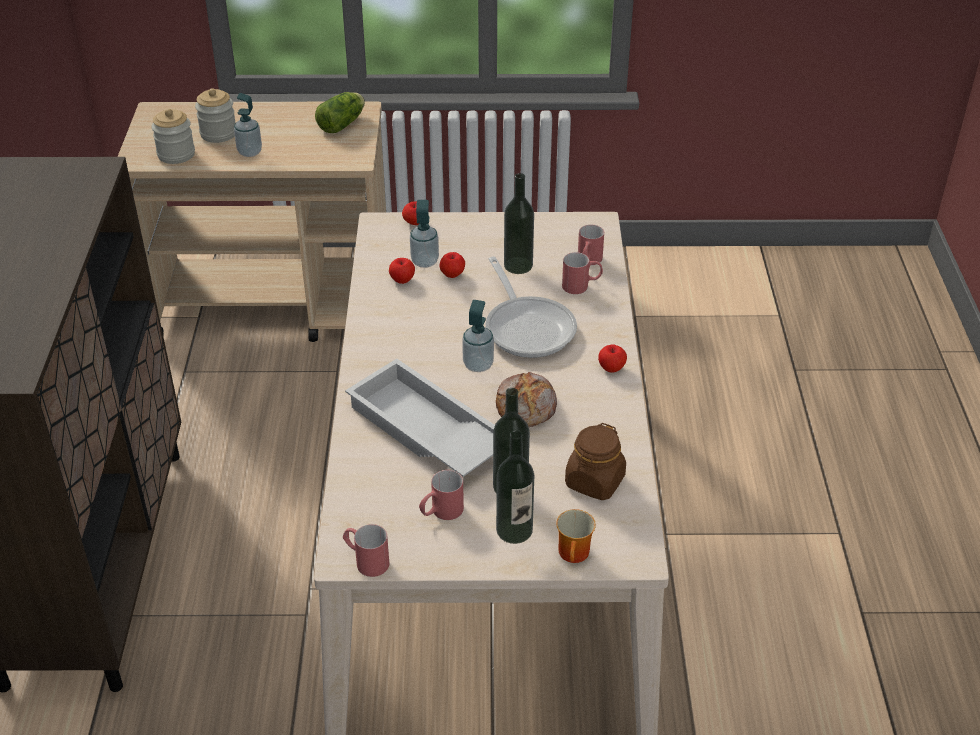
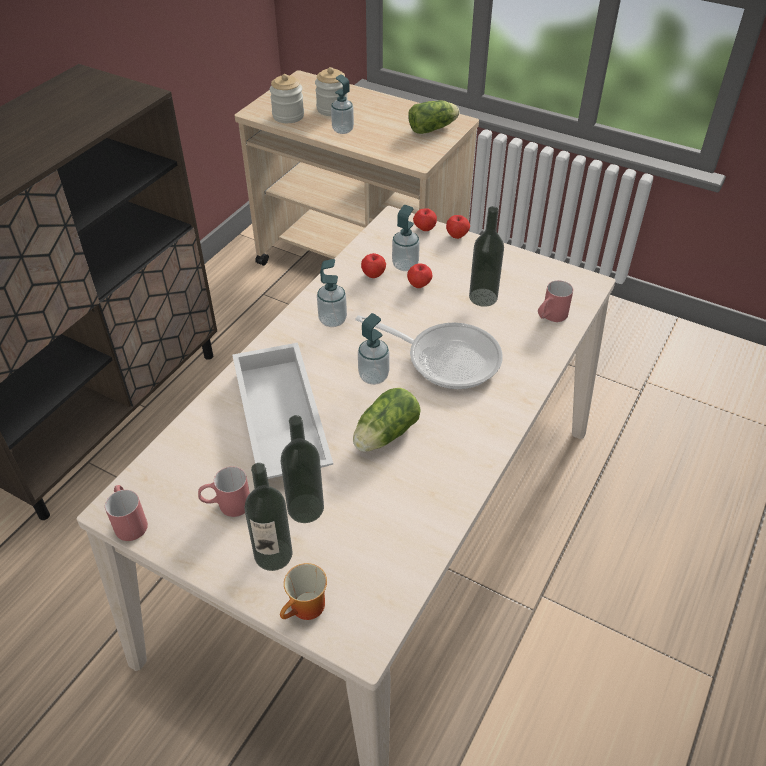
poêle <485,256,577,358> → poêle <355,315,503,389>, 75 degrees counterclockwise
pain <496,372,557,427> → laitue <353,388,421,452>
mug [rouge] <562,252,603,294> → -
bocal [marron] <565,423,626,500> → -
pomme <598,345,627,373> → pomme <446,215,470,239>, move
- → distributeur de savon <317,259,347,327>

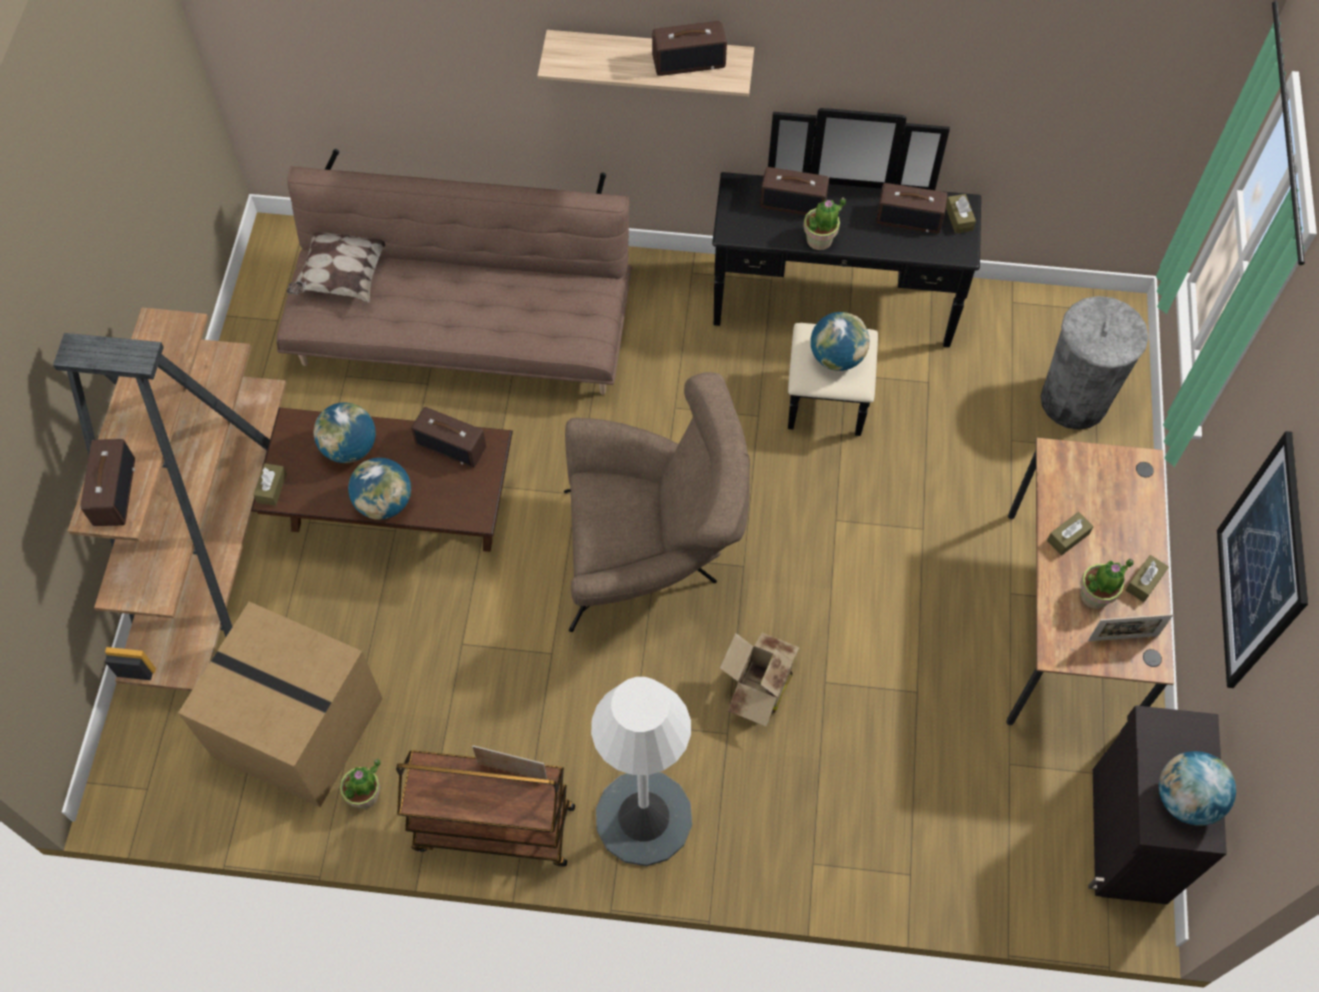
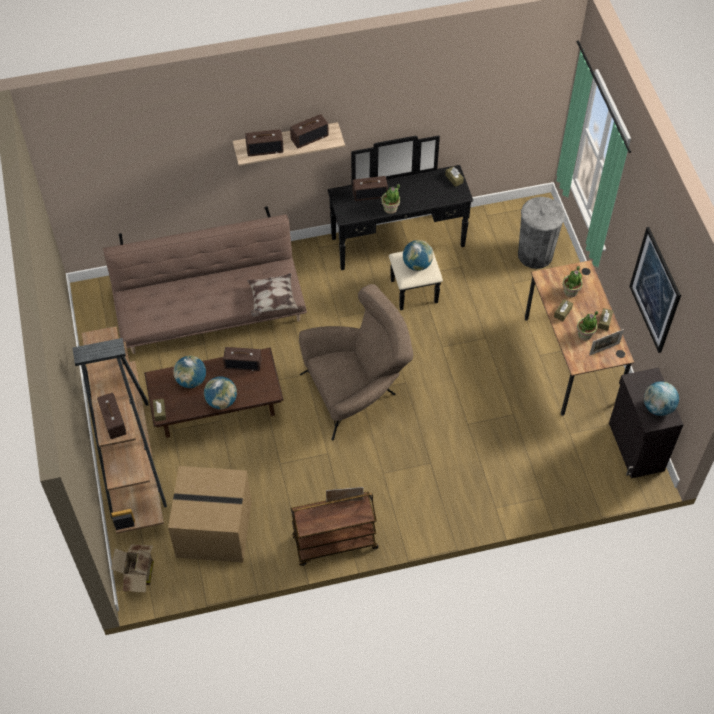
coussin <287,232,386,303> → coussin <247,273,298,317>, move
plante en pot <340,759,380,809> → plante en pot <563,266,583,297>, move
lampadaire [blanc] <591,677,692,866> → -
carton <720,633,800,726> → carton <111,544,154,592>, move
radio <876,183,947,233> → radio <245,129,284,156>, move

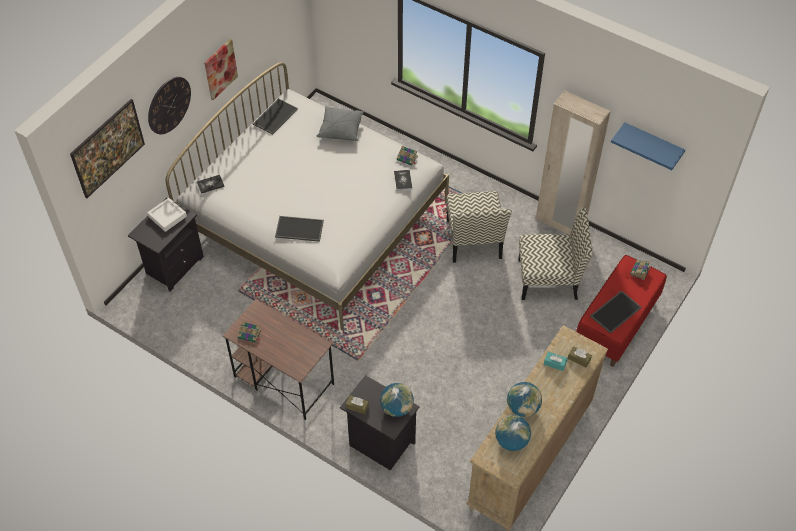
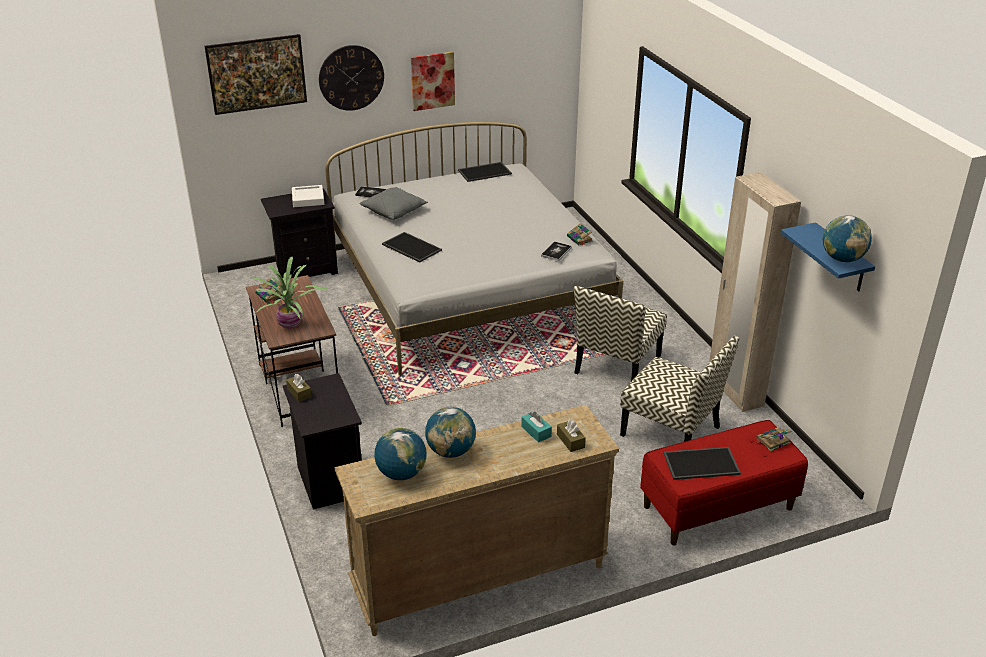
coussin [gris] <317,106,364,141> → coussin [gris] <359,187,428,220>, move
globe <380,383,414,417> → globe <823,215,872,262>, move
- → plante en pot <254,257,330,329>

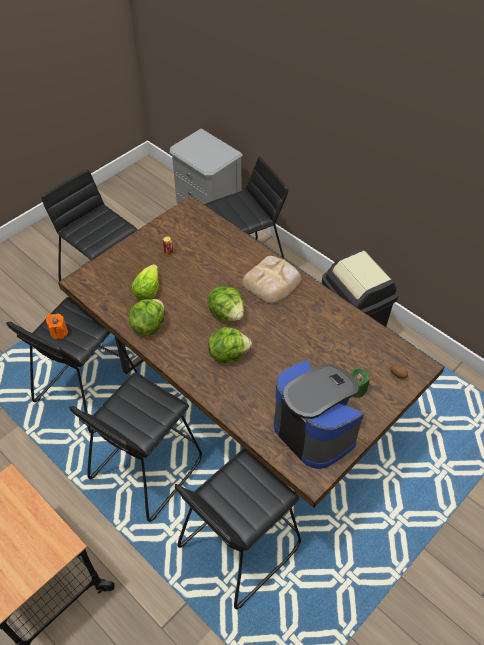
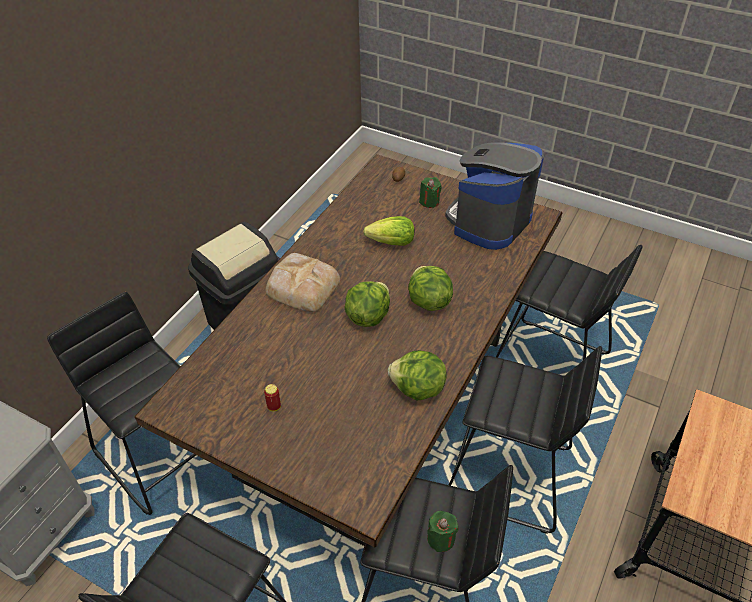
bougie [orange] <46,314,68,340> → bougie [vert] <427,511,459,552>
laitue <131,264,159,300> → laitue <363,216,414,246>, move

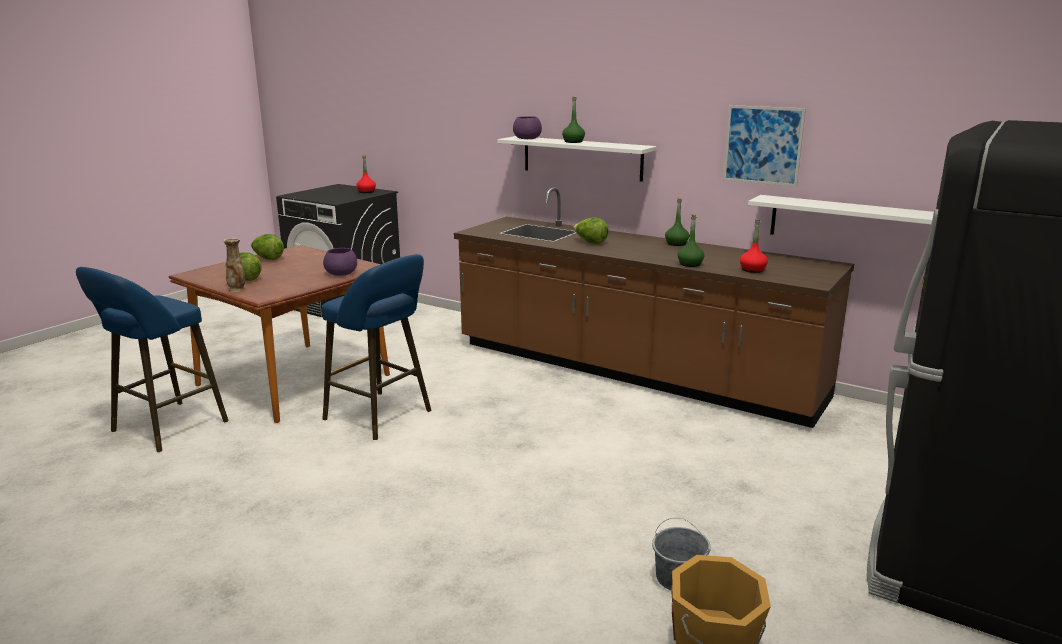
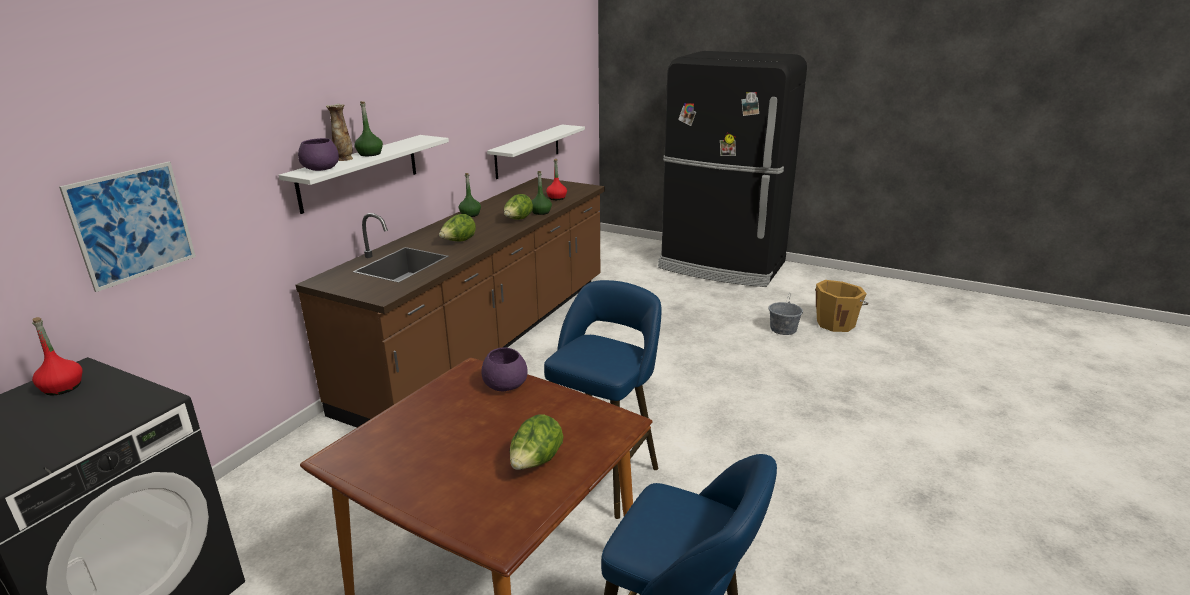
vase <223,238,245,292> → vase <326,104,353,161>, move
laitue <251,234,284,260> → laitue <504,194,533,220>, move
tableau <723,105,806,187> → tableau <59,162,196,292>, move

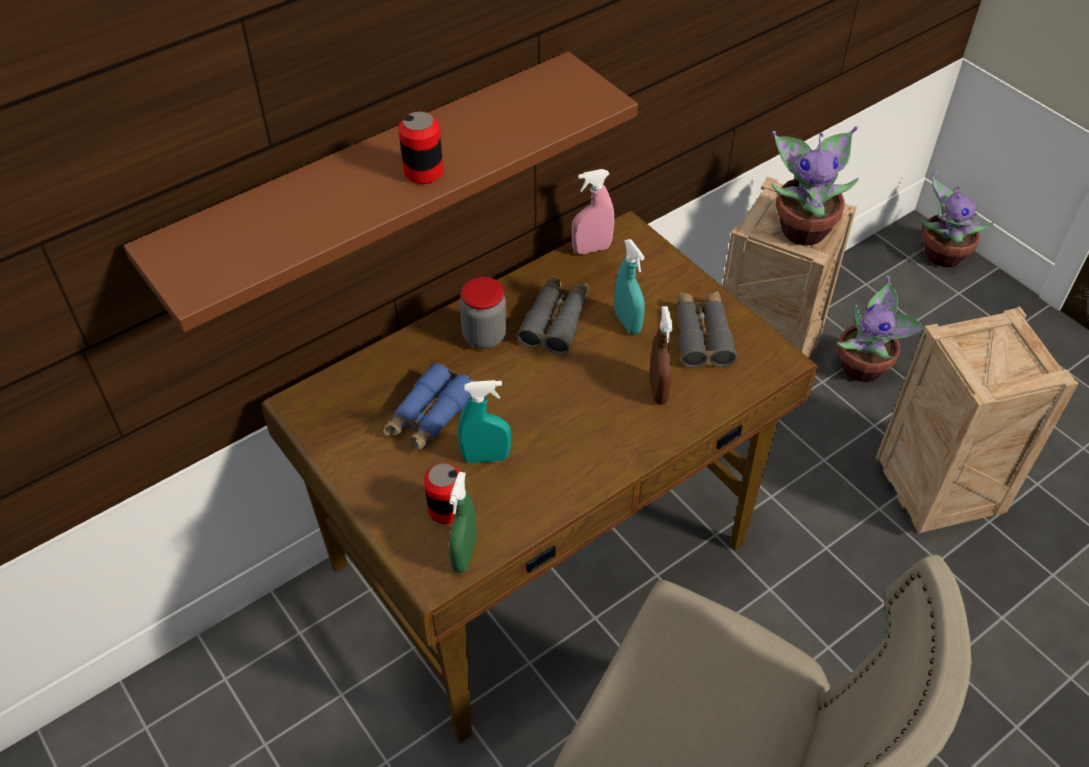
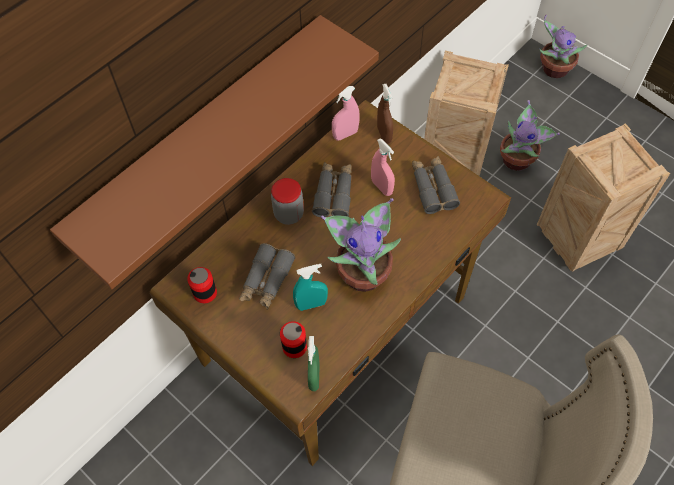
jumelles [bleu] <382,363,474,452> → jumelles [gris] <239,243,295,310>
boîte métallique <399,112,443,184> → boîte métallique <187,267,217,304>, move
vaporisateur [turquoise] <614,239,645,335> → vaporisateur [rose] <371,139,395,196>
vaporisateur [marron] <649,306,673,405> → vaporisateur [marron] <377,84,393,144>, move
plante en pot <771,126,859,246> → plante en pot <321,198,401,292>, move

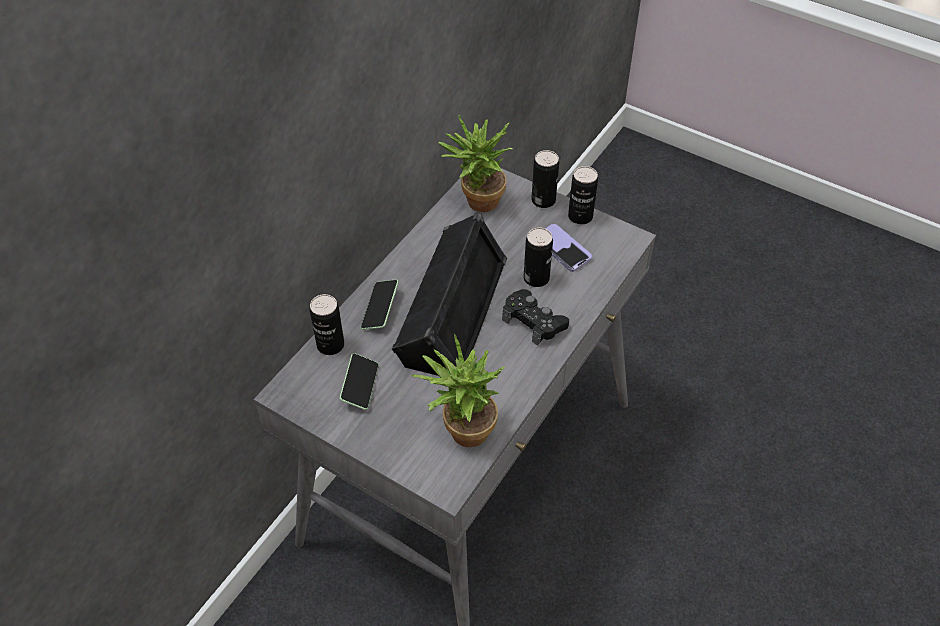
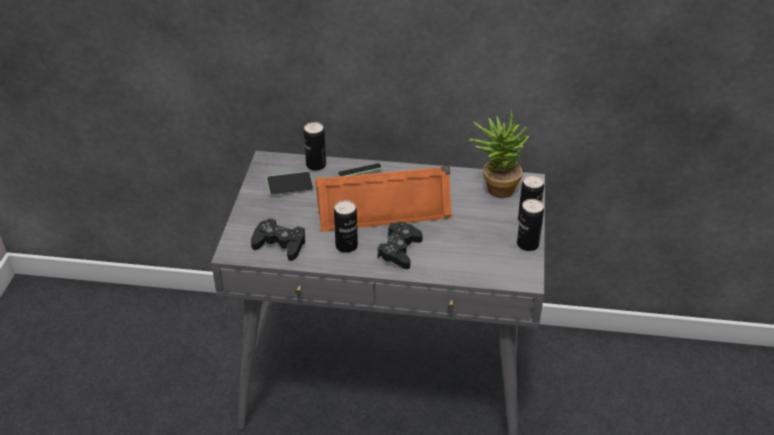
enceinte [noir] <392,211,507,376> → enceinte [orange] <315,166,452,232>
plante en pot <411,334,505,447> → manette [noir] <251,218,305,261>
boîte métallique <524,227,553,287> → boîte métallique <334,200,358,253>, move
téléphone <545,224,592,272> → -

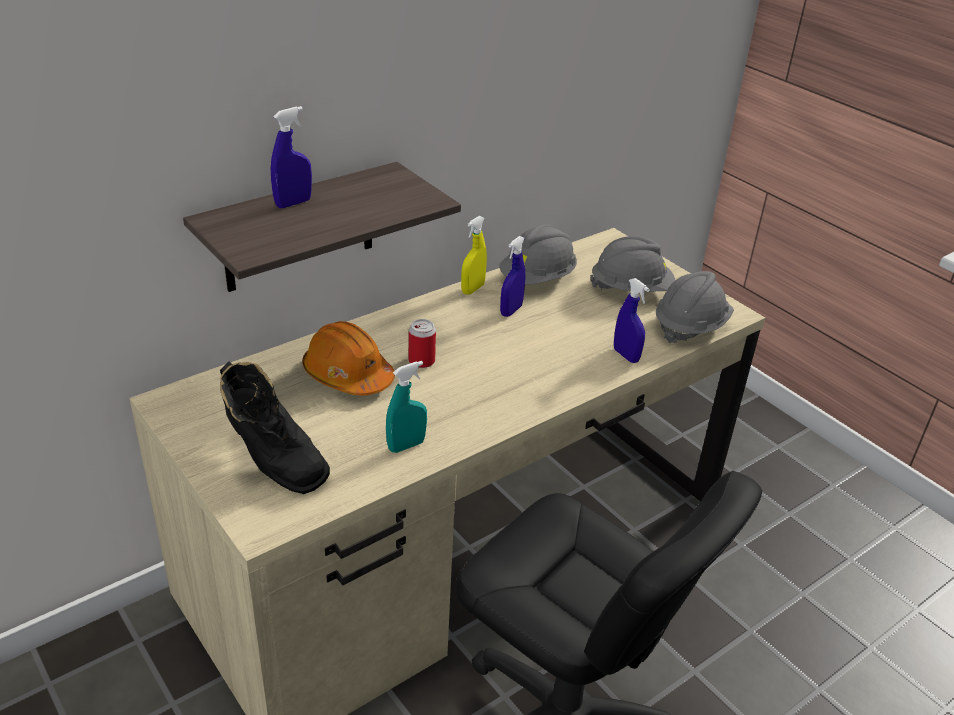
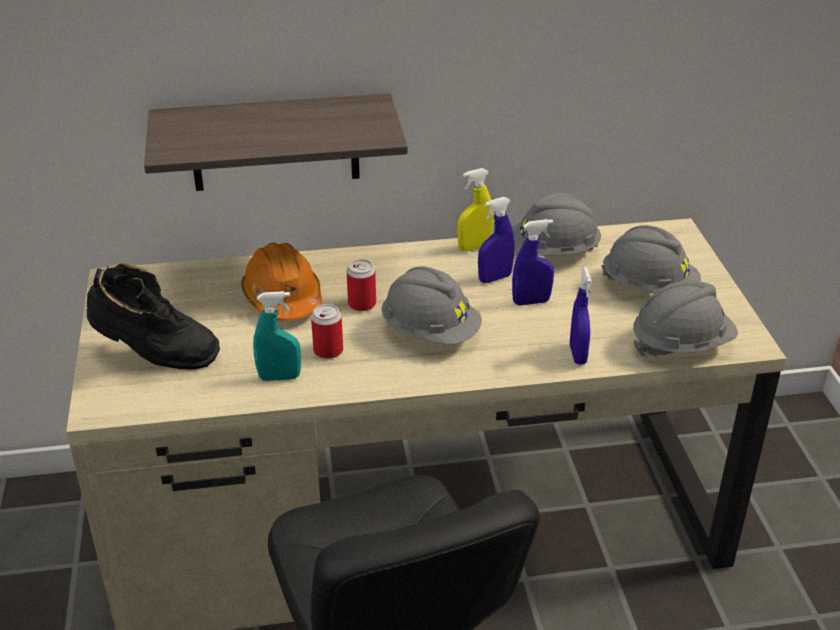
botte [noir] <220,361,330,494> → botte [noir] <87,262,220,370>, 60 degrees counterclockwise
vaporisateur [bleu] <271,106,312,208> → vaporisateur [bleu] <512,219,554,306>, move
- → boîte métallique <311,304,343,359>
- → casque de chantier [gris] <381,266,482,344>

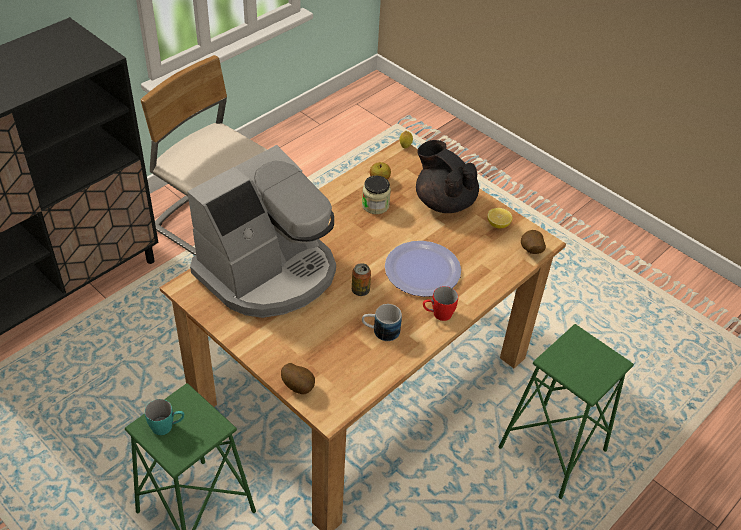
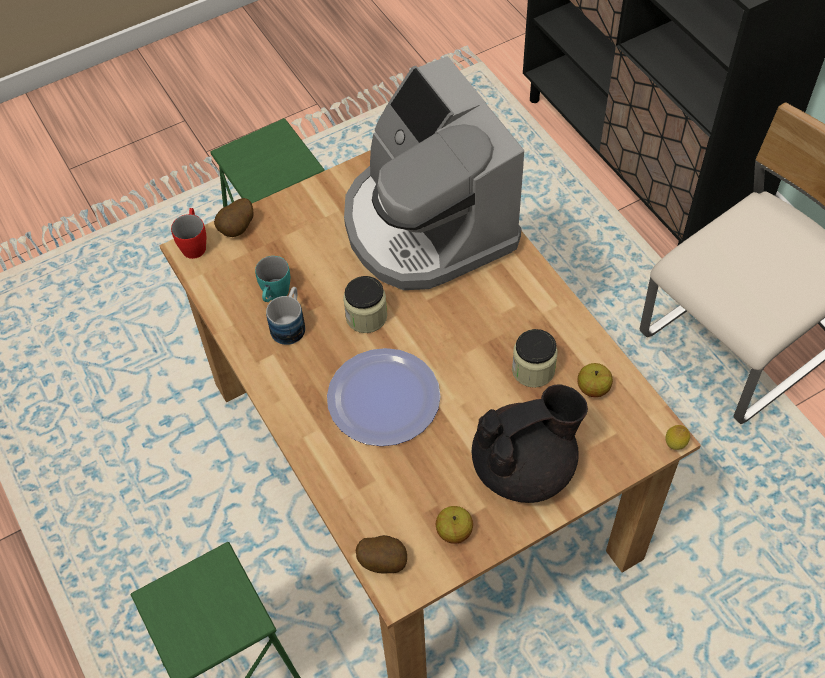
mug [turquoise] <145,399,184,435> → mug [turquoise] <255,256,290,302>, move
boîte métallique <352,263,371,296> → bocal <343,276,387,333>
mug [rouge] <423,286,458,321> → mug [rouge] <171,208,206,259>, move
citron <487,208,513,228> → pomme <436,506,473,544>

